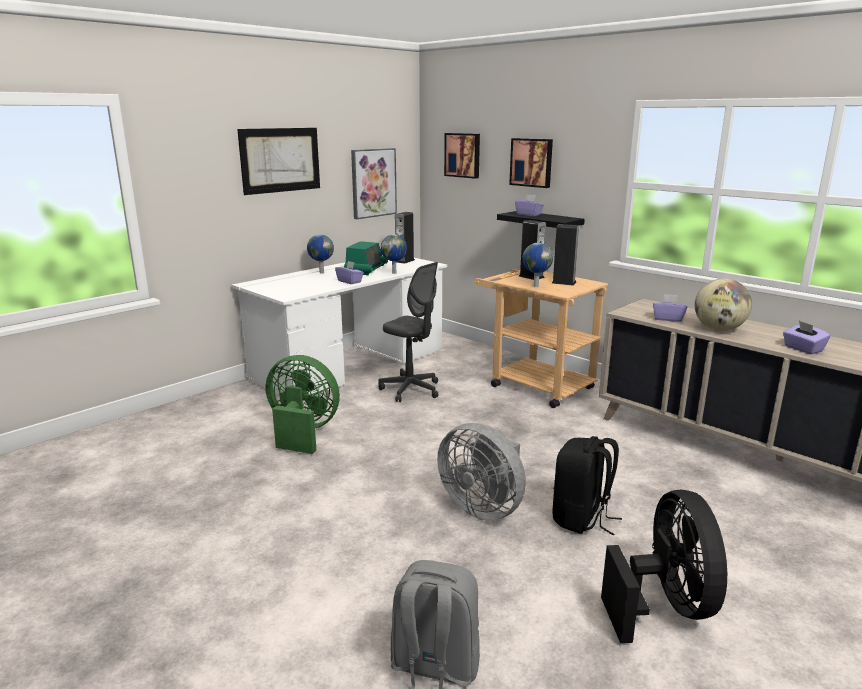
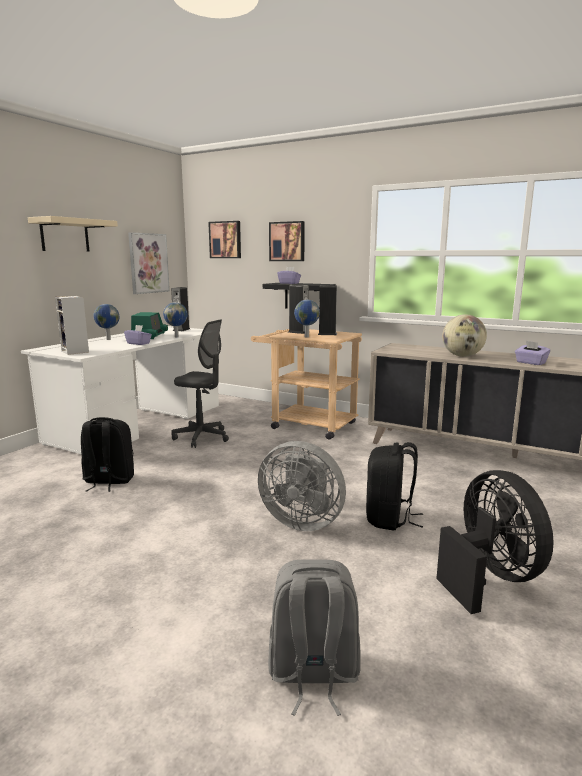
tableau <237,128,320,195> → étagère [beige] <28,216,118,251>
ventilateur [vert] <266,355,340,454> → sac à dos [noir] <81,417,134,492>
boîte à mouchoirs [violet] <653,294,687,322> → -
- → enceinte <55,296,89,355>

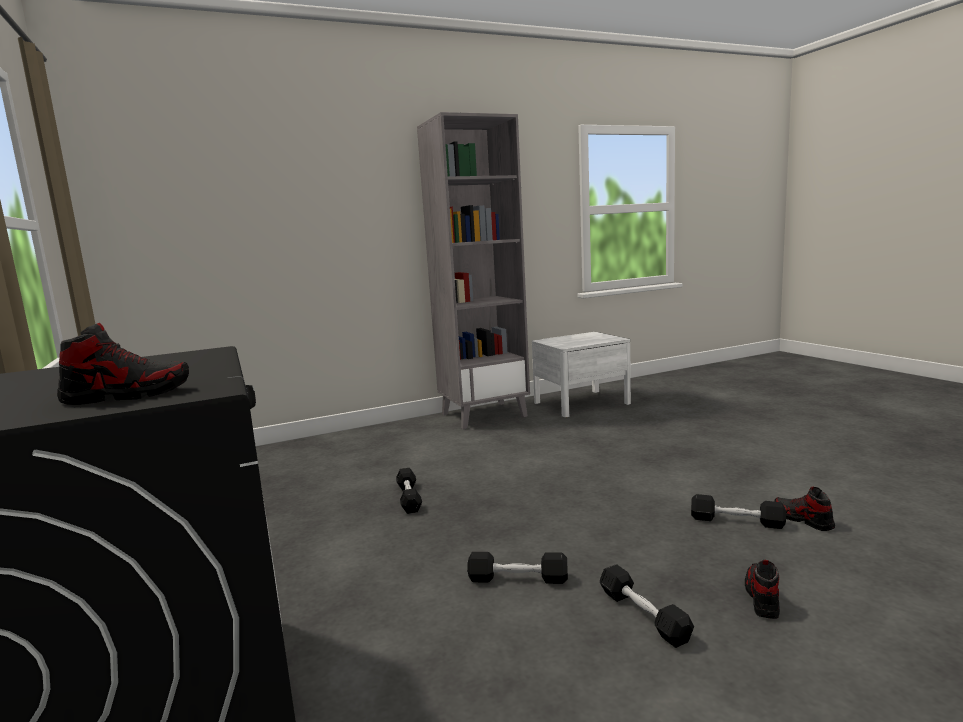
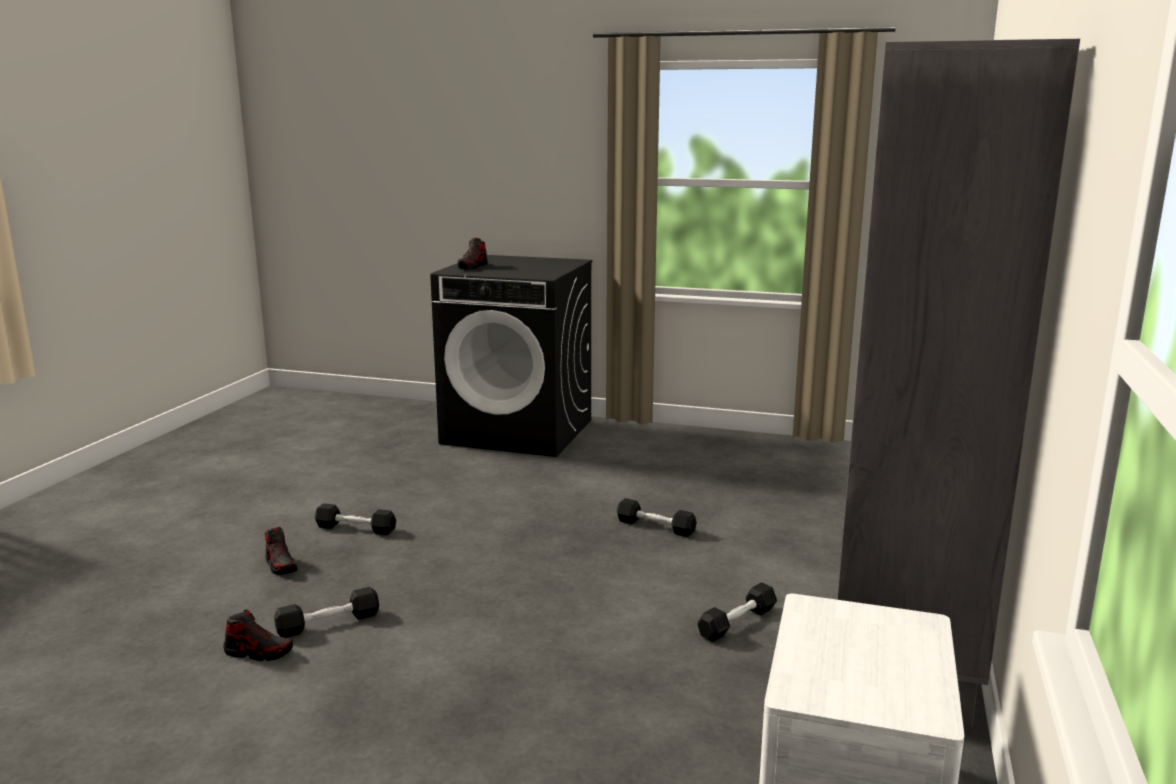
haltère [noir] <467,552,568,584> → haltère [noir] <697,582,777,642>, move

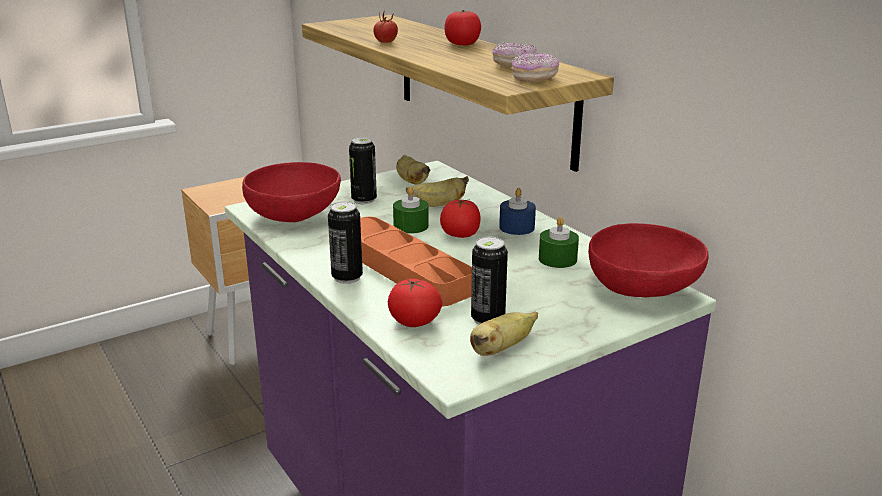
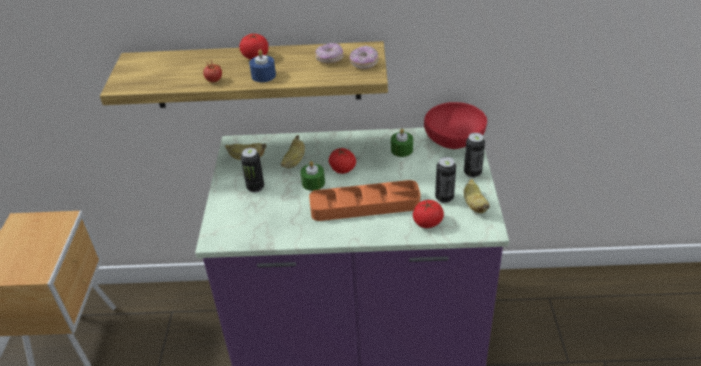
bol [rouge] <242,162,341,222> → -
boîte métallique <328,201,363,284> → boîte métallique <464,133,485,178>, move
bougie [bleu] <499,188,536,235> → bougie [bleu] <249,49,276,82>, move

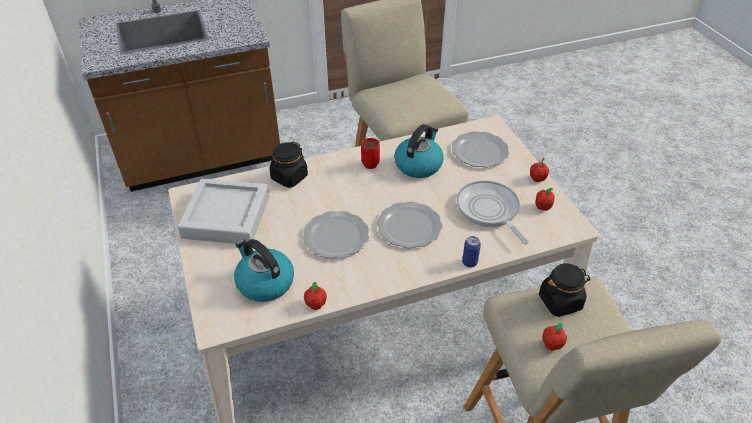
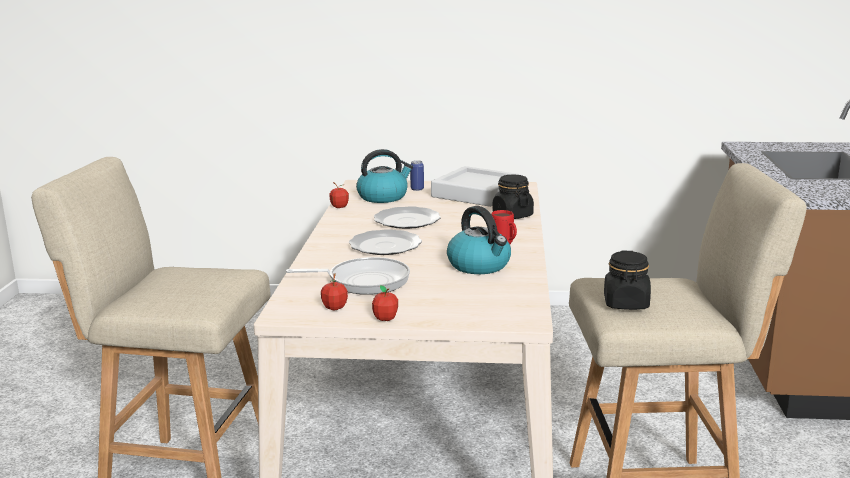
assiette <452,131,509,168> → -
boîte métallique <462,236,481,268> → boîte métallique <410,160,424,191>, move
bocal [noir] <539,263,590,317> → bocal [noir] <604,251,651,310>, move
pomme <542,323,567,351> → -

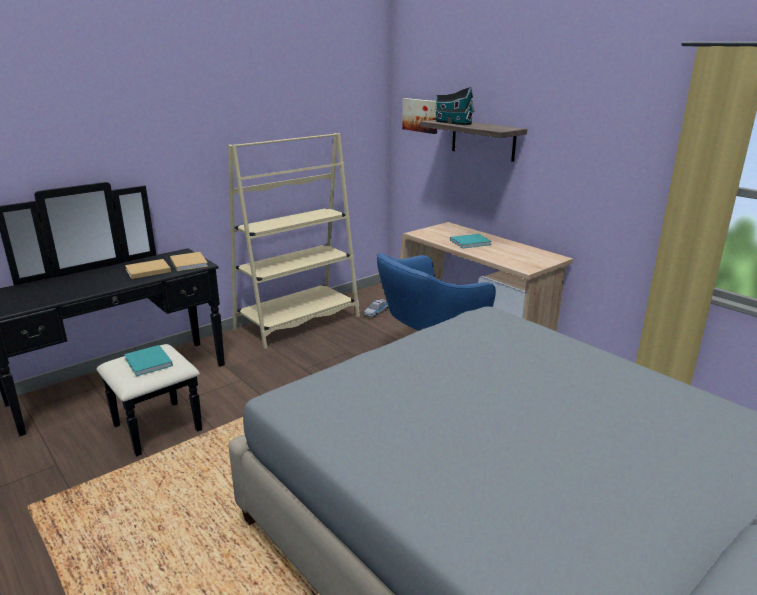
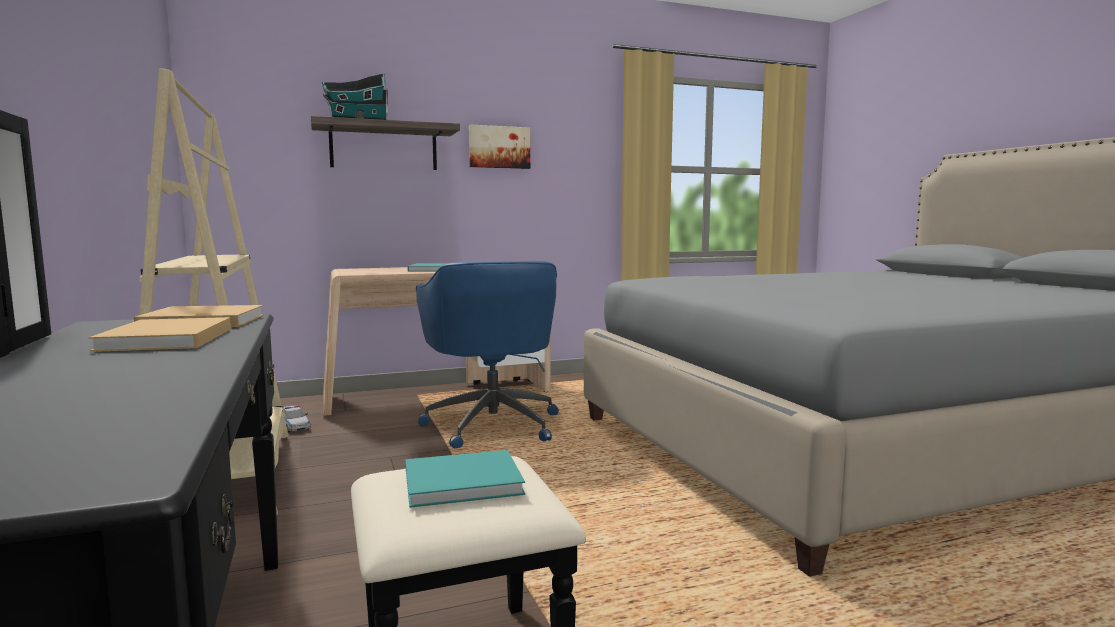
tableau <402,98,437,134> → tableau <469,124,530,169>, move

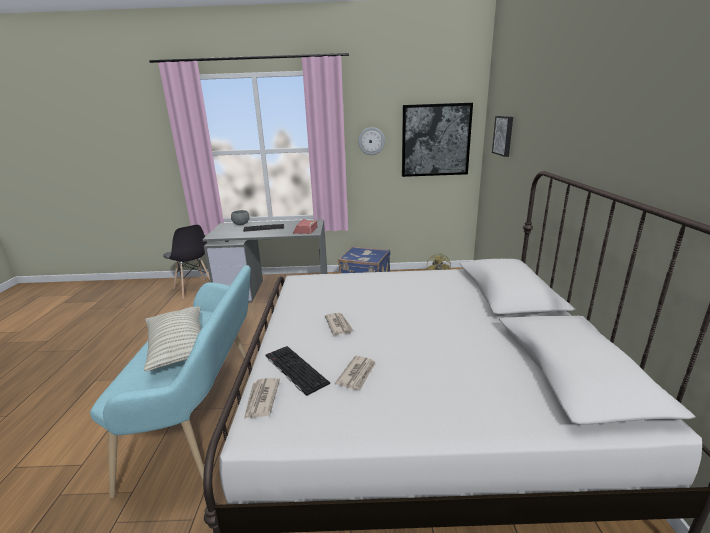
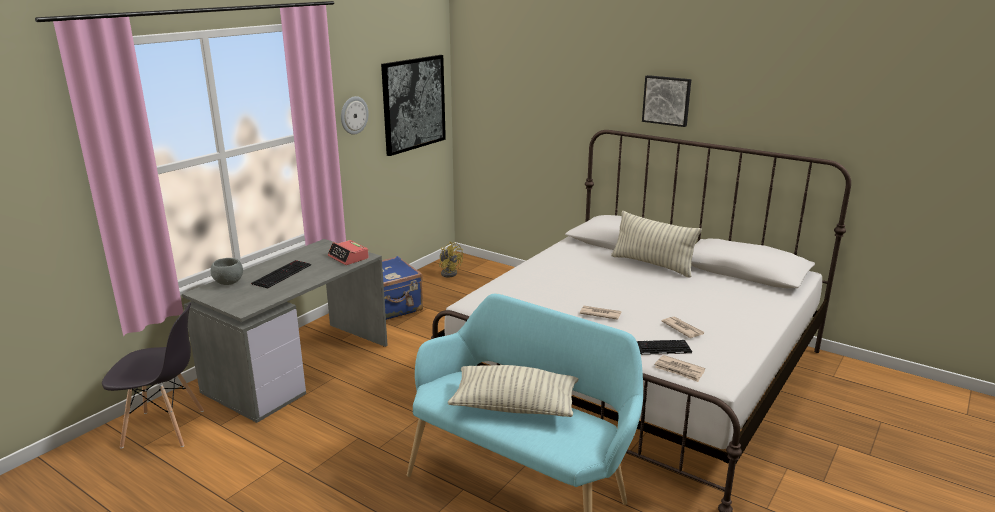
tableau <492,116,513,157> → tableau <642,75,691,127>, move
- → coussin <611,211,702,278>

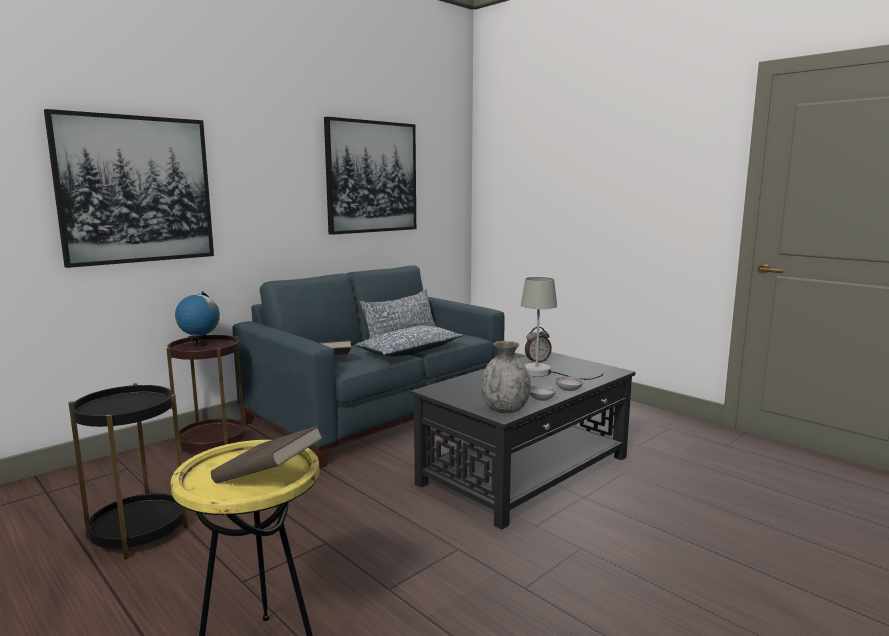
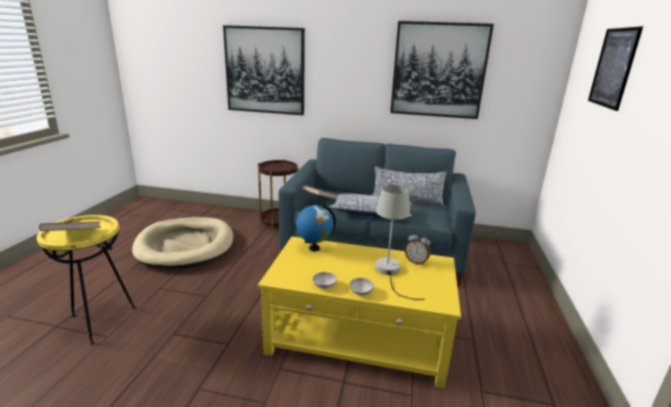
table d'appoint [noir] <69,383,188,559> → panier pour chien [beige] <132,217,234,268>
globe <175,291,220,347> → globe <296,205,336,251>, move
table basse [noir] <410,352,635,530> → table basse [jaune] <258,237,461,389>
vase [gris] <481,341,531,413> → -
- → tableau <588,27,643,111>

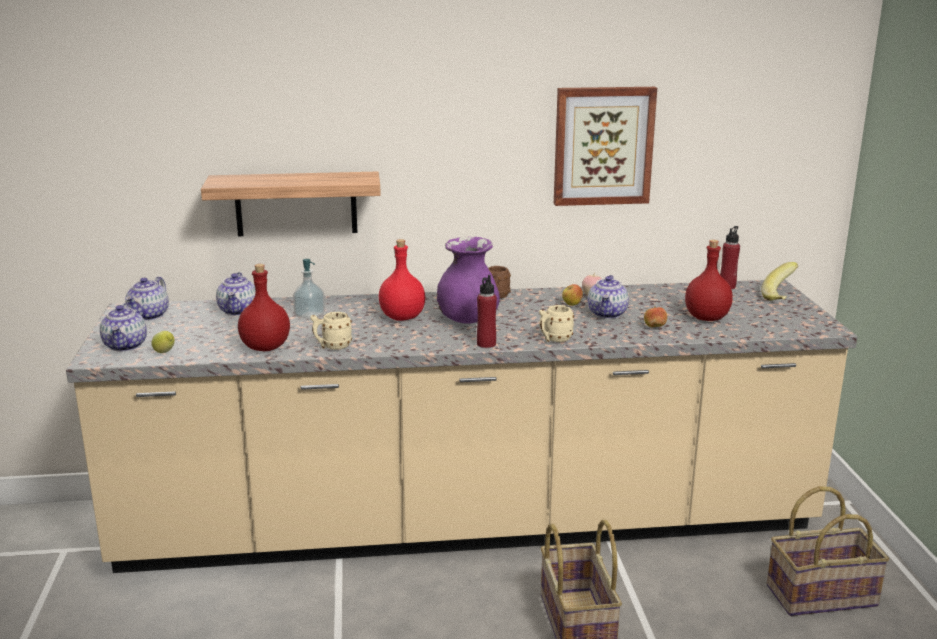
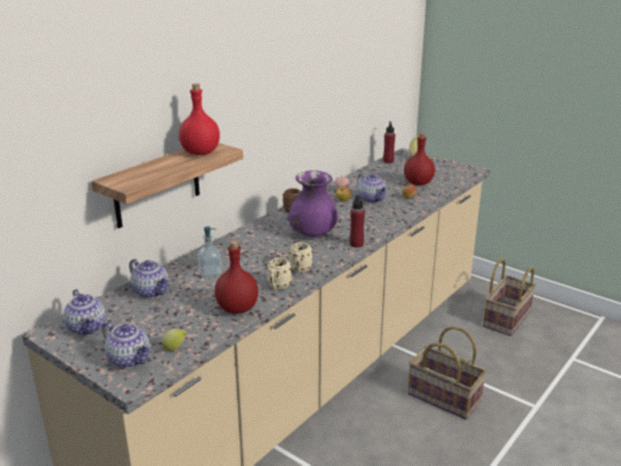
bouteille [rouge] <379,239,425,321> → bouteille [rouge] <179,84,220,155>, move
mug [beige] <539,305,574,342> → mug [beige] <289,242,313,274>, move
tableau <554,87,657,206> → -

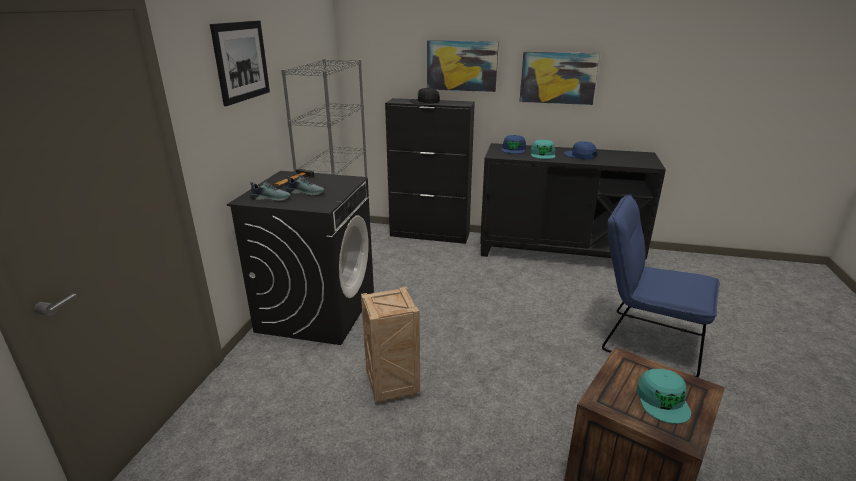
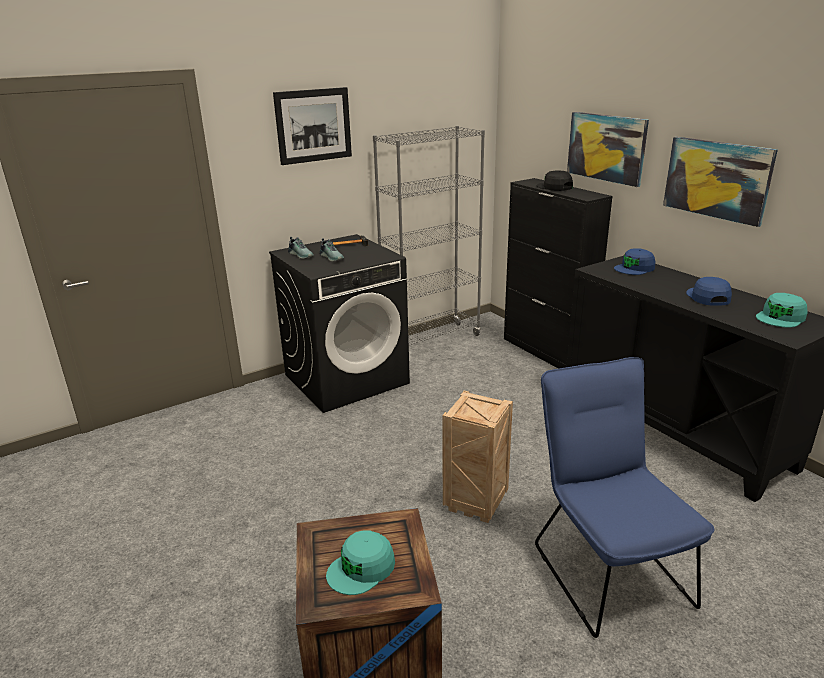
caisse <361,286,420,404> → caisse <442,391,513,523>, move
casquette [turquoise] <531,140,555,159> → casquette [turquoise] <756,293,807,328>, move

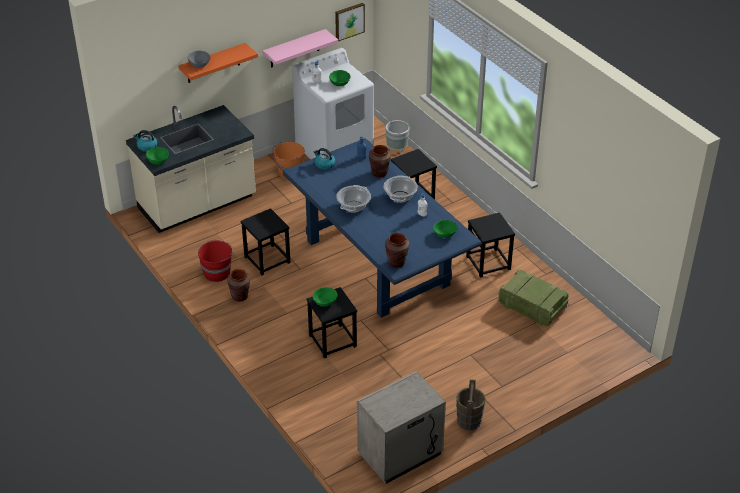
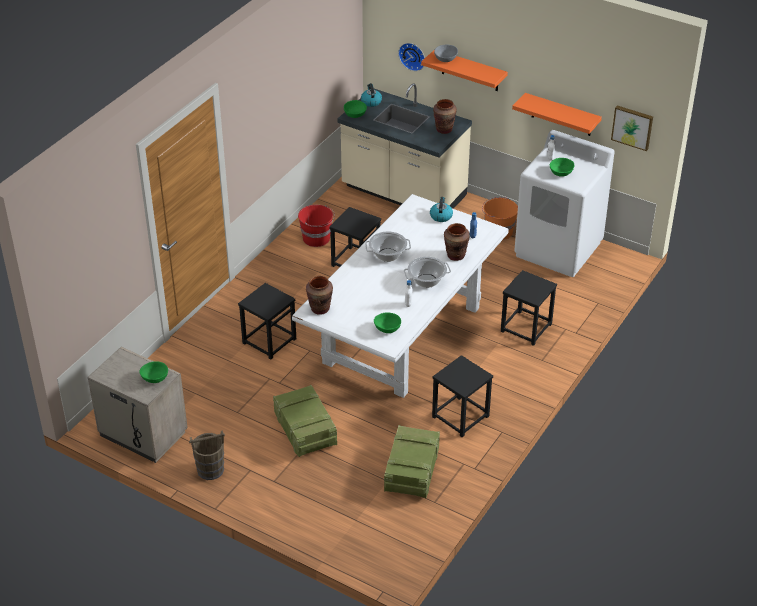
vase [marron] <227,269,250,302> → vase [marron] <433,99,457,134>, move
étagère [rose] <263,29,338,68> → étagère [orange] <512,93,602,136>
table à manger [bleu] <283,138,481,318> → table à manger [blanc] <292,194,509,398>
bol [vert] <313,287,337,306> → bol [vert] <140,361,168,383>, move
cache-pot [gris] <385,120,410,155> → -
- → caisse <273,385,337,457>
- → horloge murale <398,43,425,71>

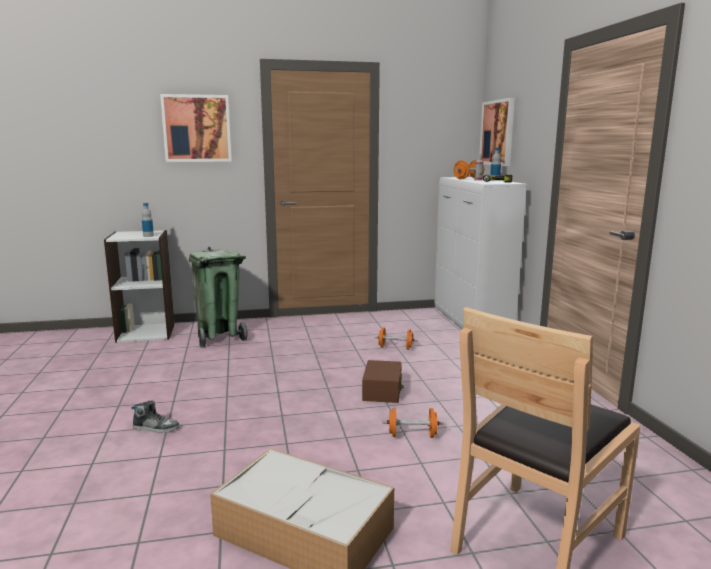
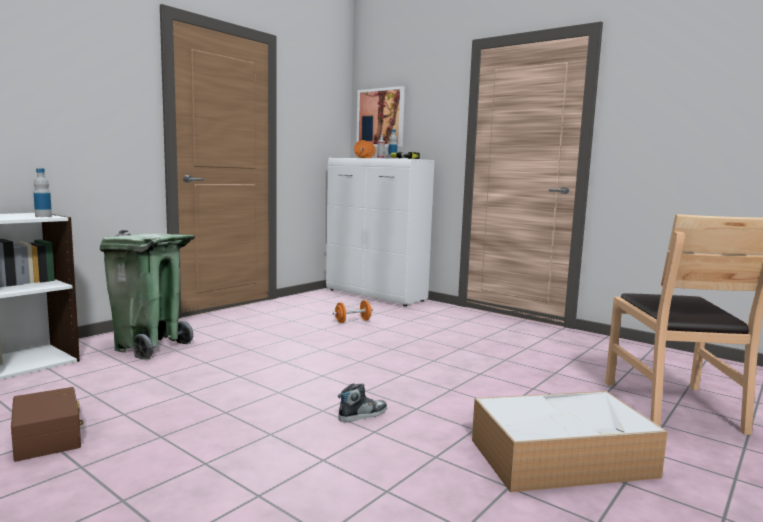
chaussure <132,400,179,433> → chaussure <338,383,387,423>, move
tableau <160,94,232,162> → -
boîte de rangement [marron] <362,360,403,403> → boîte de rangement [marron] <11,387,84,462>, move
haltère [orange] <383,407,444,438> → -

